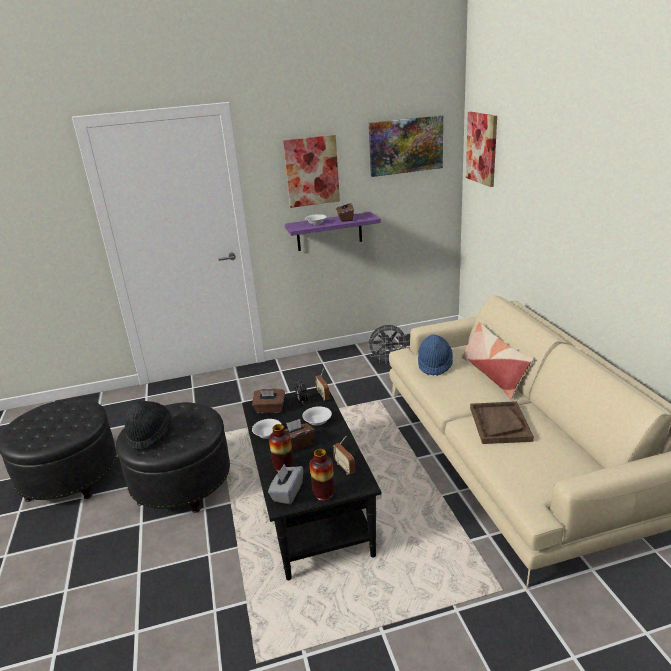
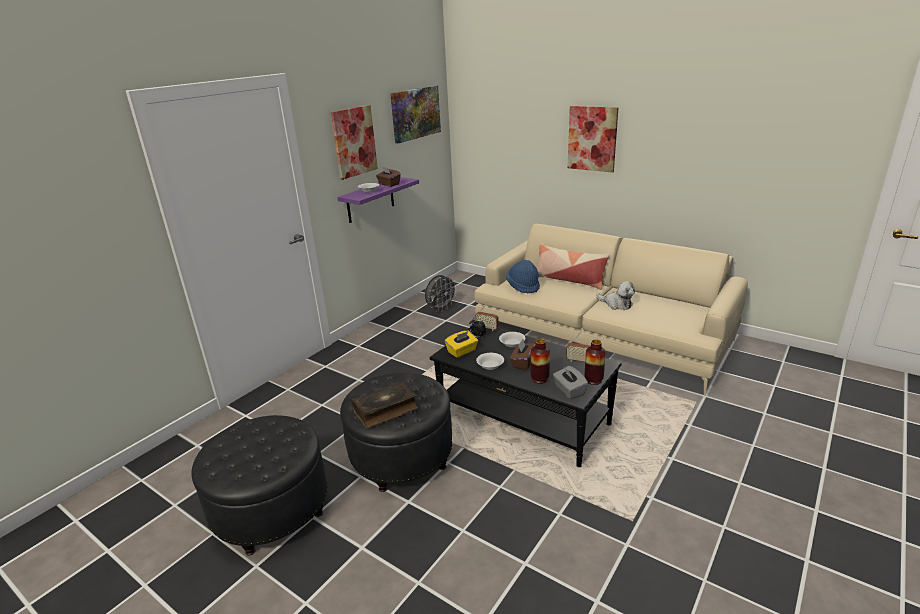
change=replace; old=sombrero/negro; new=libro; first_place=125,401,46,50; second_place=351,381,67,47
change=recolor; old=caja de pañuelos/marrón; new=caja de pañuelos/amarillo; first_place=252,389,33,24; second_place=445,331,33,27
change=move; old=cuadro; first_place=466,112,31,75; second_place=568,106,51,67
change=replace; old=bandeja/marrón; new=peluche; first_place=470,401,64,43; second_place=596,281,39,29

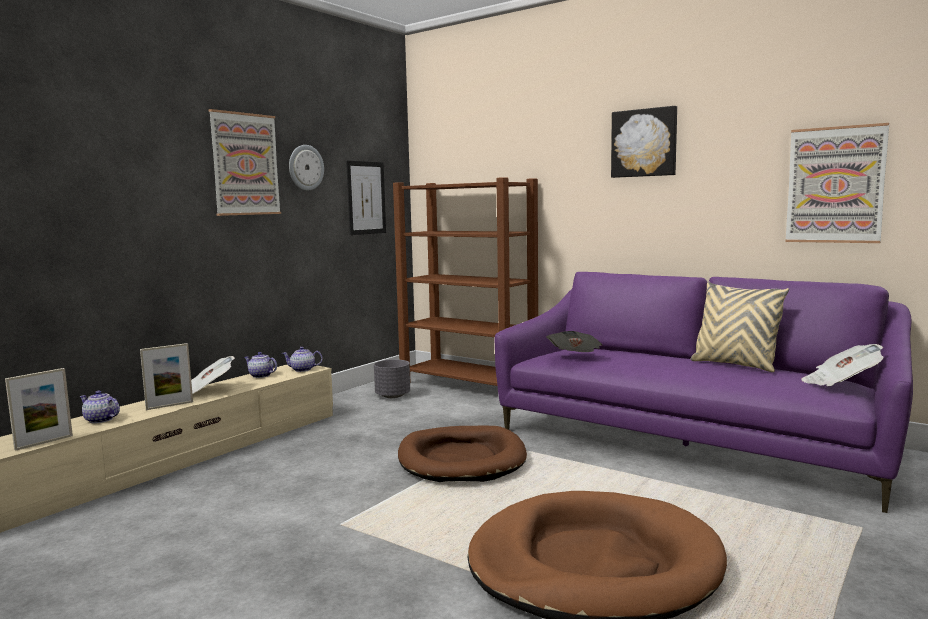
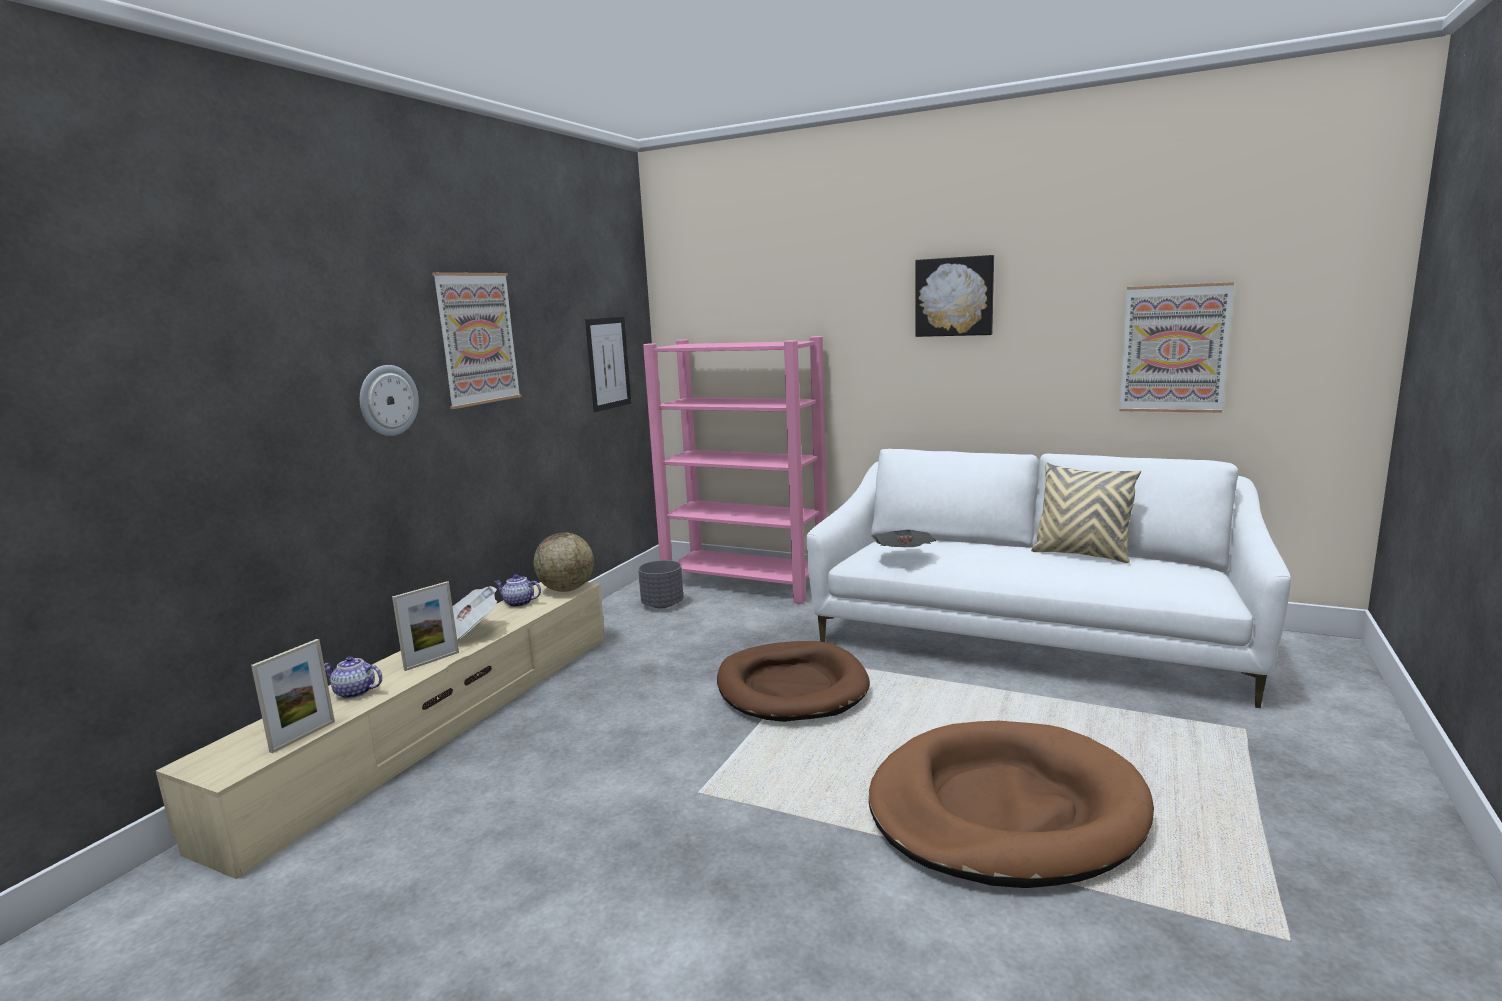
change=move; old=reloj de pared; first_place=289,145,35,46; second_place=360,365,59,71
change=replace; old=tetera; new=globo terráqueo; first_place=282,347,41,25; second_place=534,532,60,60
change=recolor; old=estantería/marrón; new=estantería/rosa; first_place=393,177,145,209; second_place=643,336,184,268
change=recolor; old=sofá/morado; new=sofá/blanco; first_place=495,272,418,241; second_place=807,449,484,259
change=delete; old=periódico; first_place=801,344,82,42

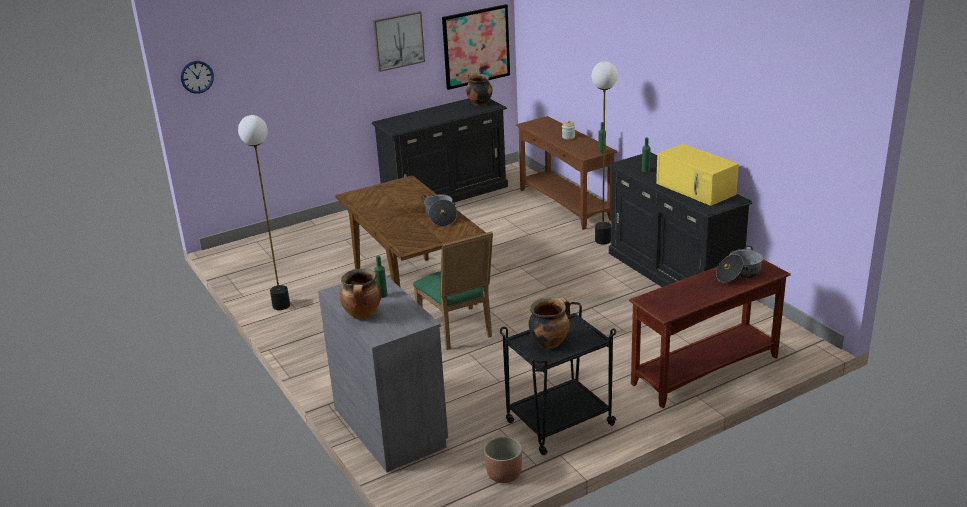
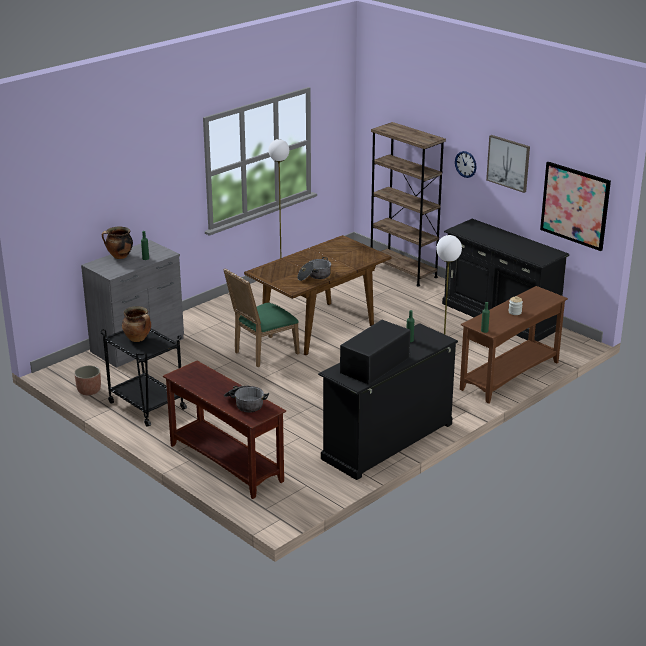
change=recolor; old=microondas/amarillo; new=microondas/negro; first_place=656,144,83,62; second_place=340,320,71,65
change=insert; new=estantería/marrón; second_place=371,122,75,165
change=move; old=reloj de pared; first_place=181,61,33,33; second_place=455,151,22,27
change=delete; old=olla; first_place=466,73,27,33

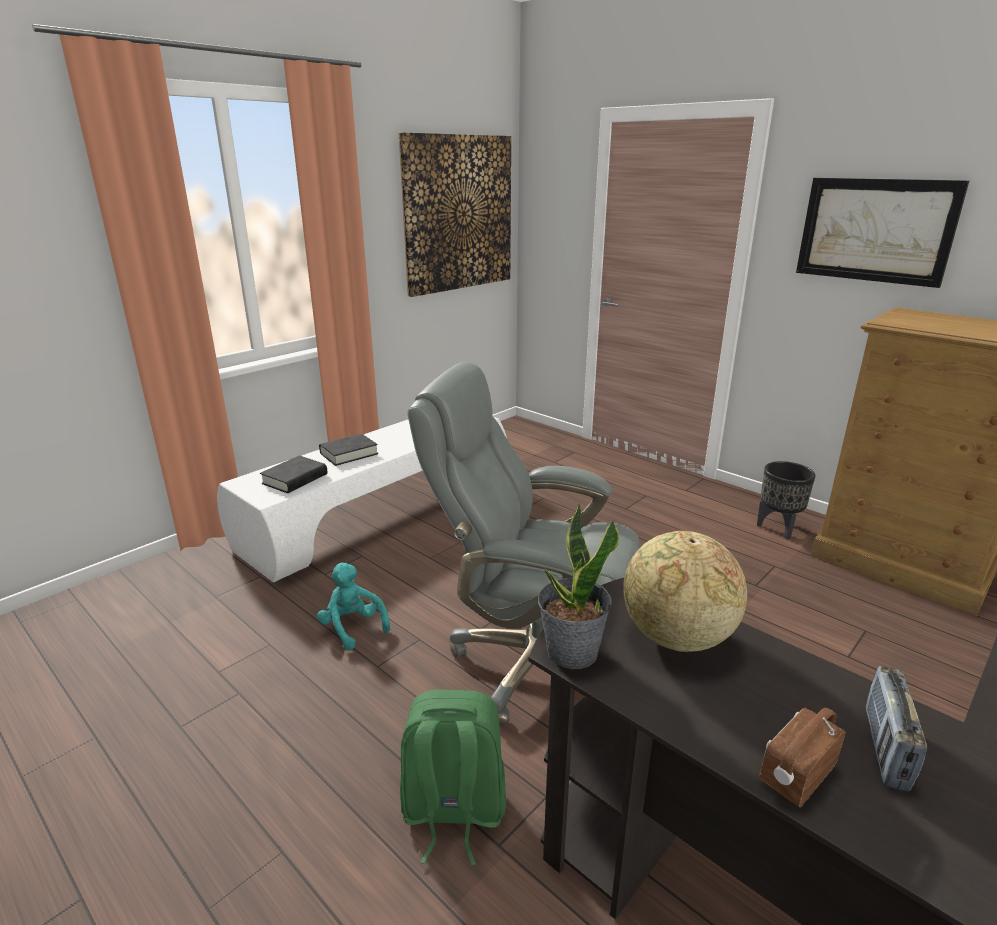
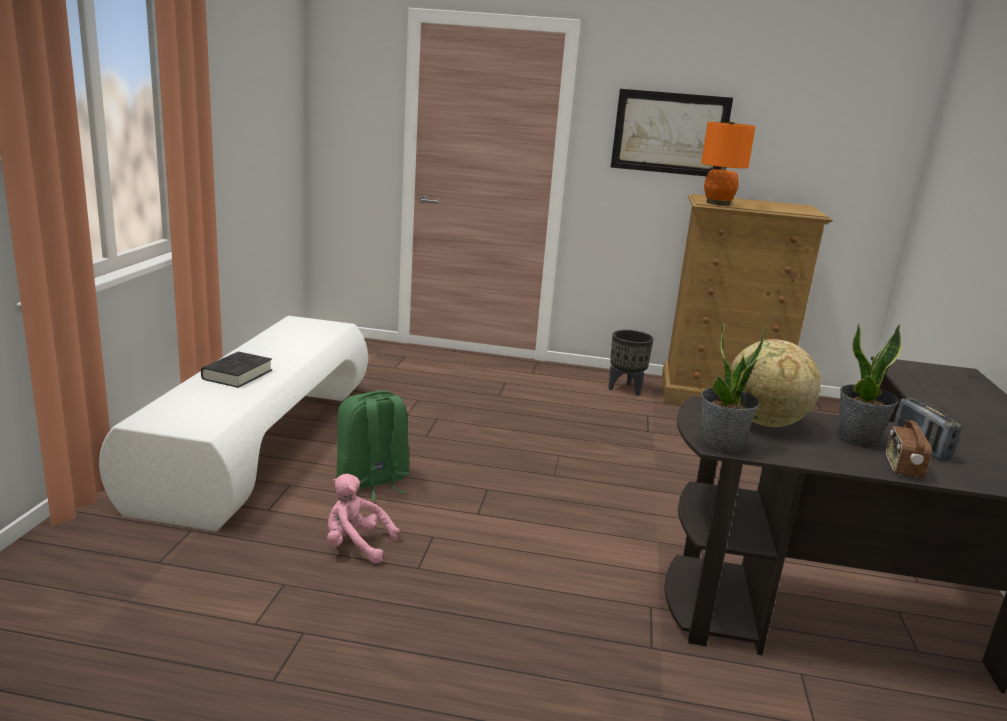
change=recolor; old=peluche/turquesa; new=peluche/rosa; first_place=317,563,73,87; second_place=327,474,73,89
change=move; old=mochila/verde; first_place=400,690,106,175; second_place=336,391,74,110
change=insert; new=lámpara de mesa/naranja; second_place=701,120,55,86
change=insert; new=planta en maceta; second_place=837,324,65,124
change=delete; old=libro/negro; first_place=260,455,67,38
change=delete; old=cuadro; first_place=399,132,112,165
change=delete; old=silla de oficina/gris; first_place=408,362,231,364

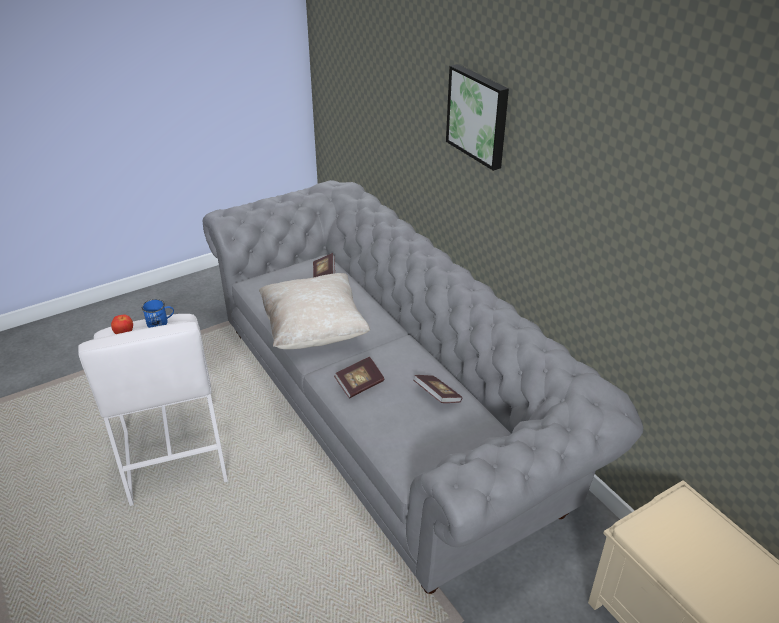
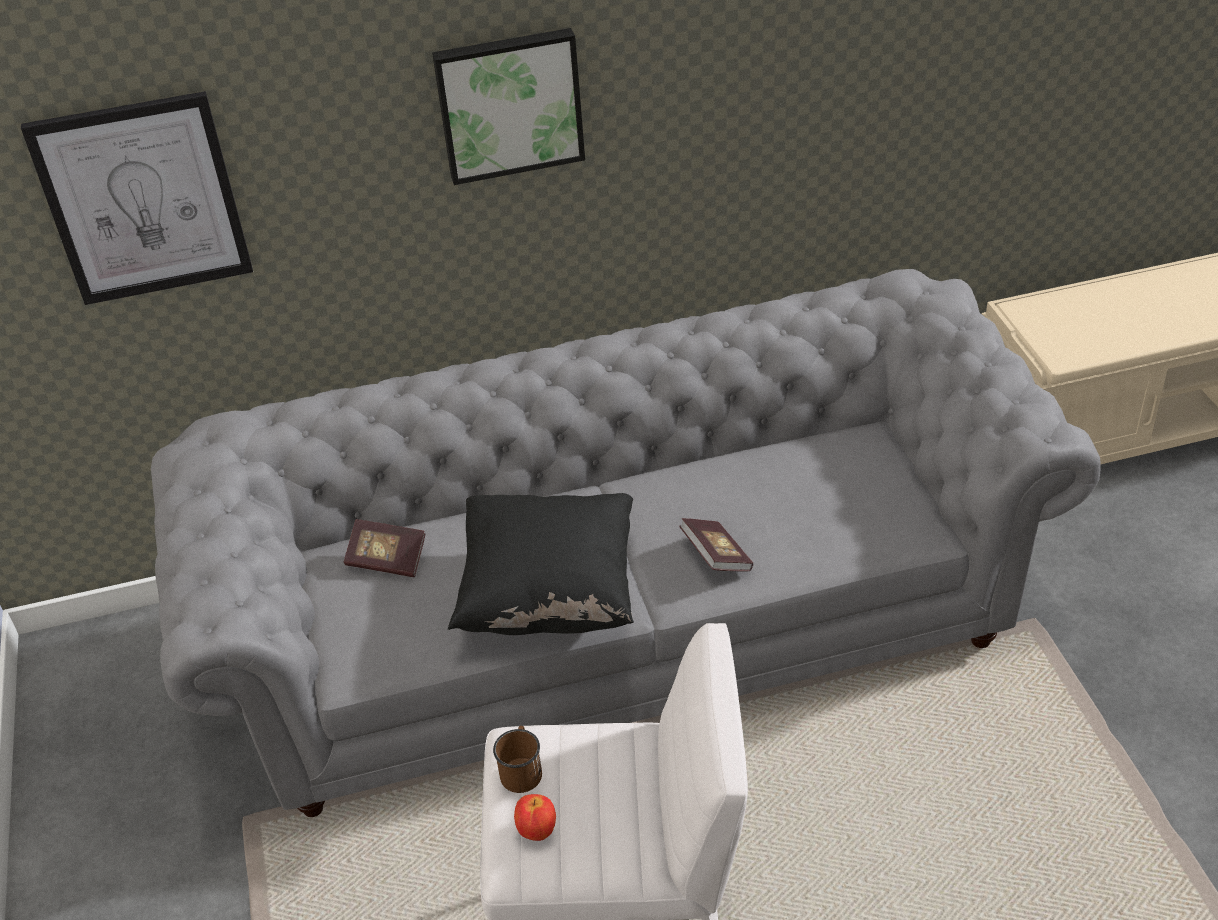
change=insert; new=cuadro; second_place=21,91,232,214
change=recolor; old=cojín/beis; new=cojín/negro; first_place=259,273,111,76; second_place=448,493,186,142
change=recolor; old=taza grande/azul; new=taza grande/marrón; first_place=142,299,32,29; second_place=493,726,49,67
change=delete; old=libro; first_place=413,375,49,28

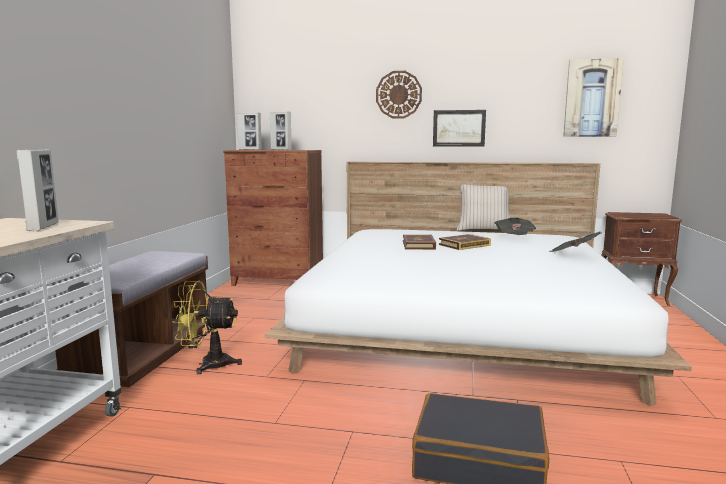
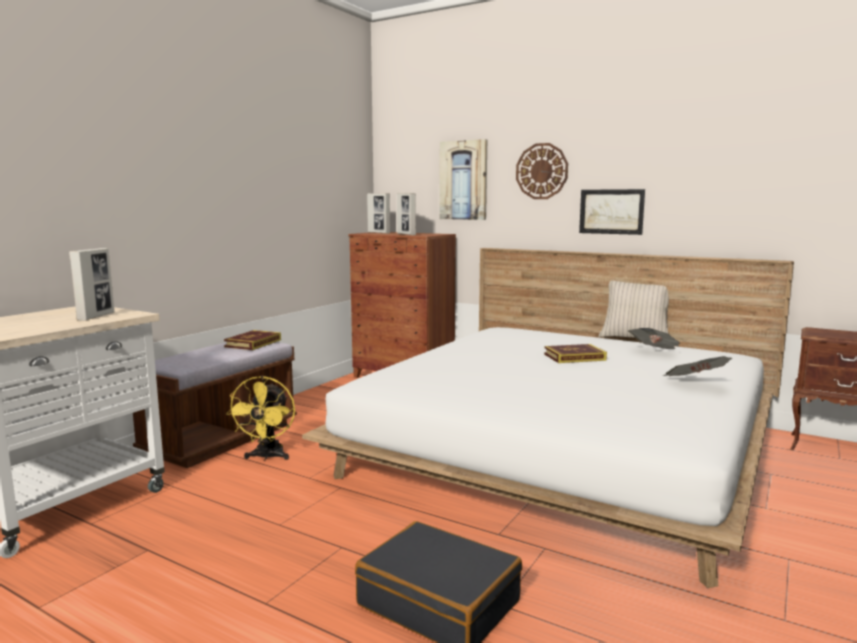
change=move; old=libro; first_place=403,234,33,16; second_place=224,330,57,20
change=rotate; old=ventilador/amarillo; first_place=173,281,69,93; second_place=226,376,69,84; degrees=-105
change=move; old=cuadro; first_place=563,58,61,79; second_place=439,139,48,81

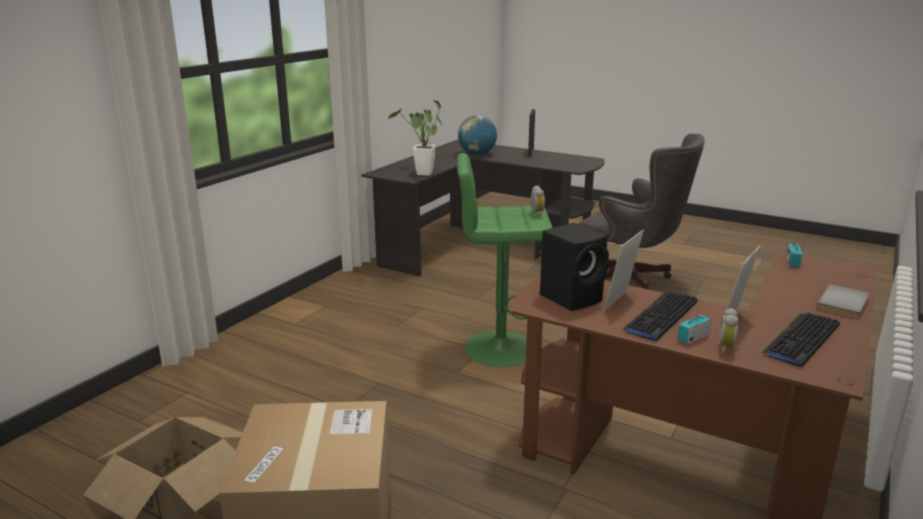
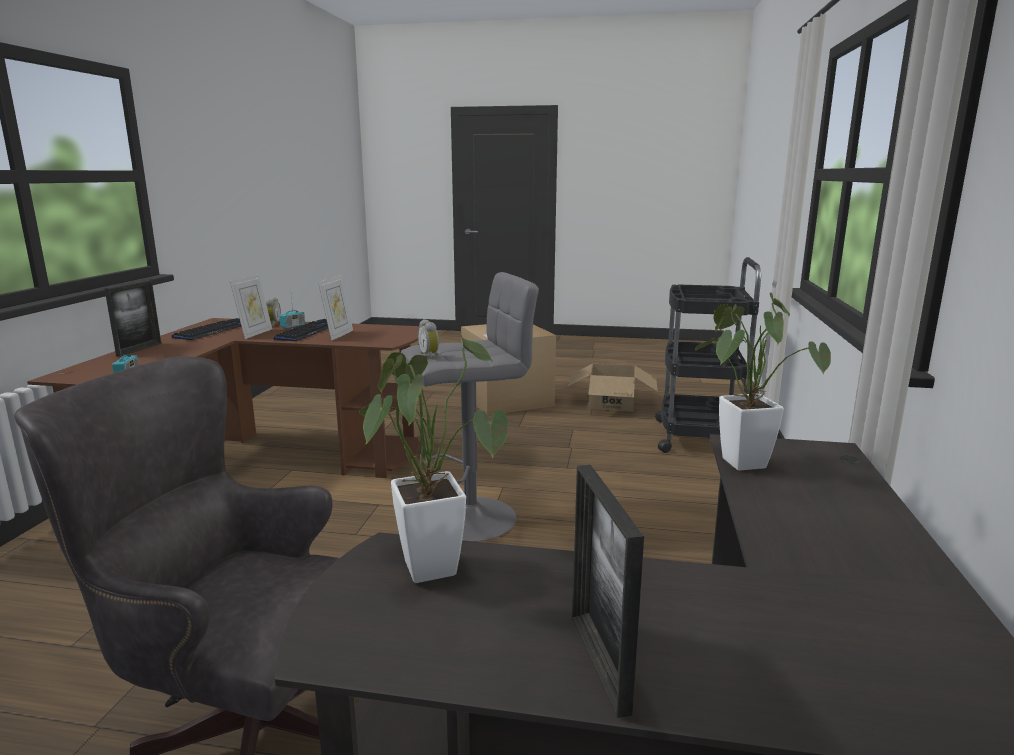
change=replace; old=libro/gris; new=portarretratos; first_place=817,284,53,35; second_place=104,280,57,77
change=insert; new=planta en maceta; second_place=359,334,150,249
change=recolor; old=taburete/verde; new=taburete/gris; first_place=457,153,96,214; second_place=401,272,138,270
change=insert; new=carrito/negro; second_place=655,257,106,196
change=delete; old=globo terráqueo; first_place=458,115,39,40
change=delete; old=altavoz/negro; first_place=540,223,69,88

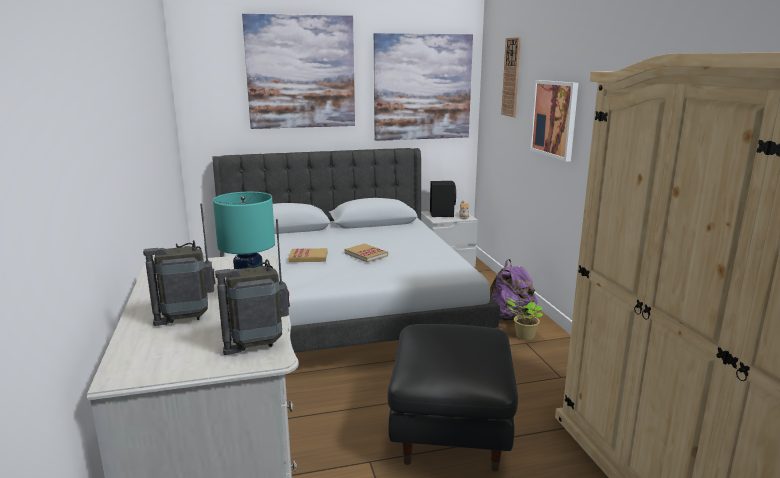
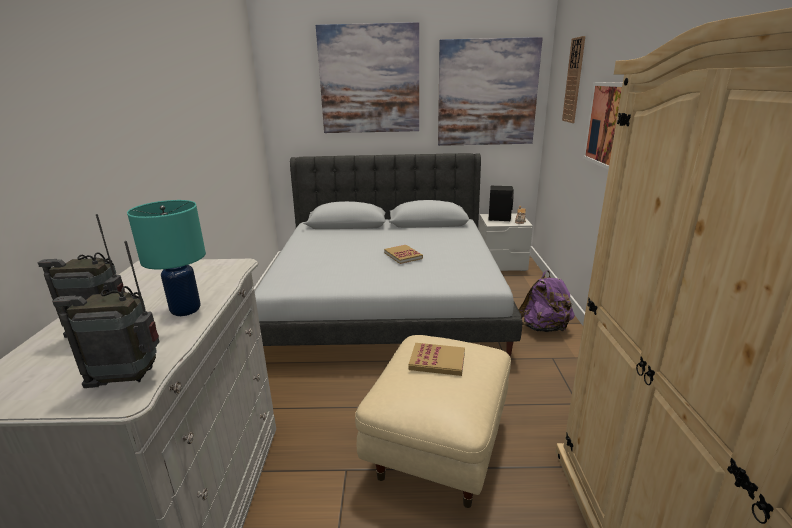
change=recolor; old=puf/negro; new=puf/beis; first_place=388,324,130,148; second_place=355,335,156,173
change=move; old=libro; first_place=288,248,39,14; second_place=408,343,57,33
change=delete; old=planta en maceta; first_place=506,297,37,43

